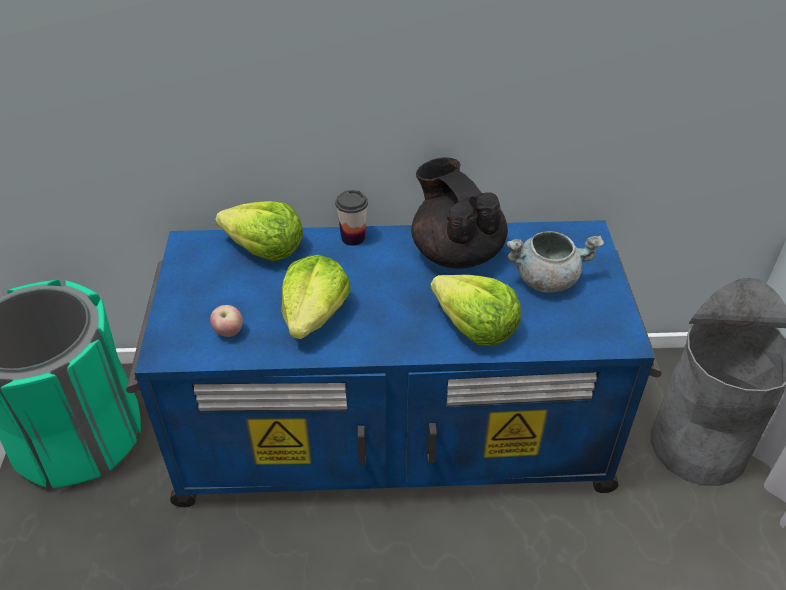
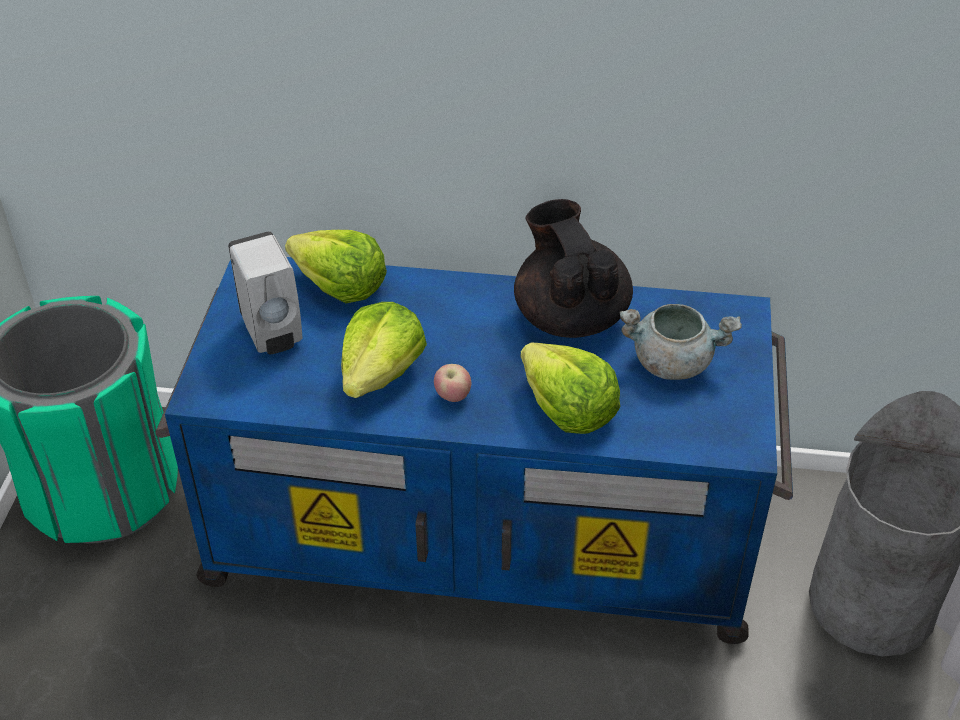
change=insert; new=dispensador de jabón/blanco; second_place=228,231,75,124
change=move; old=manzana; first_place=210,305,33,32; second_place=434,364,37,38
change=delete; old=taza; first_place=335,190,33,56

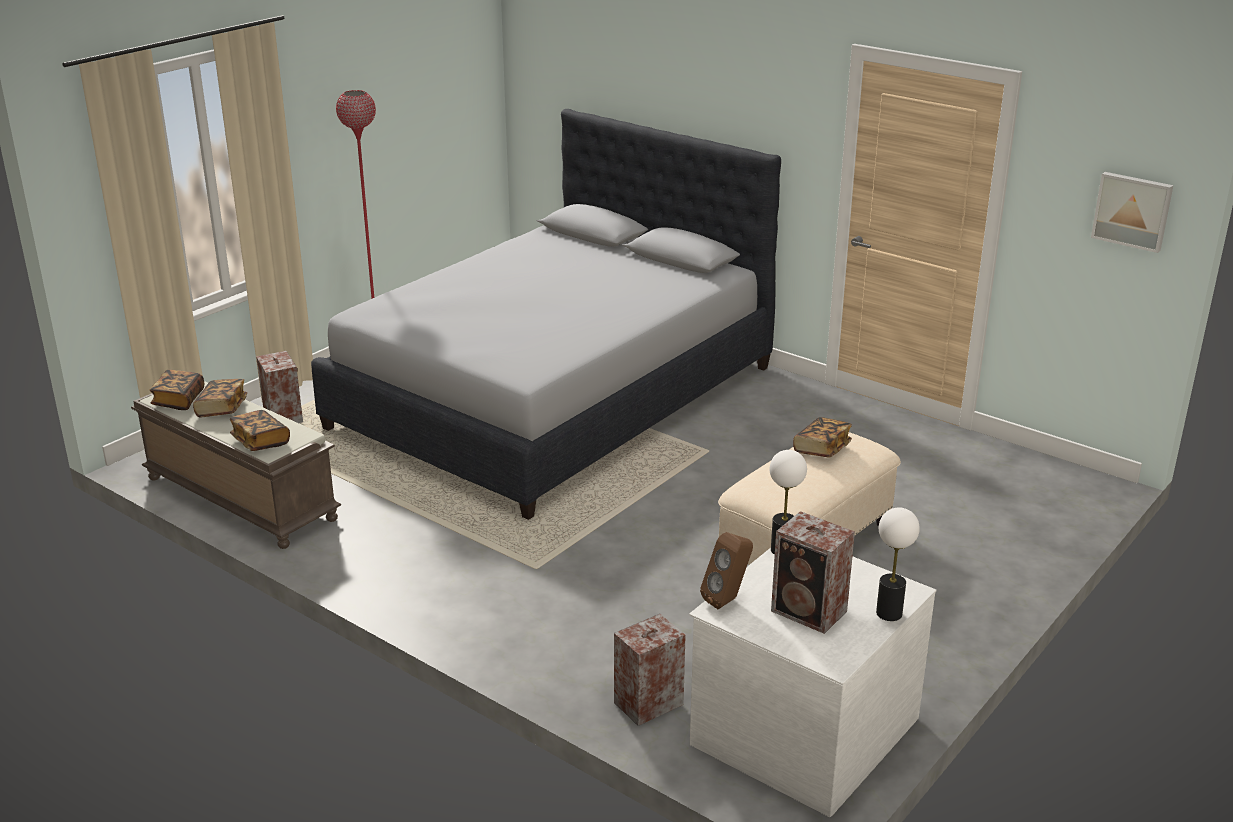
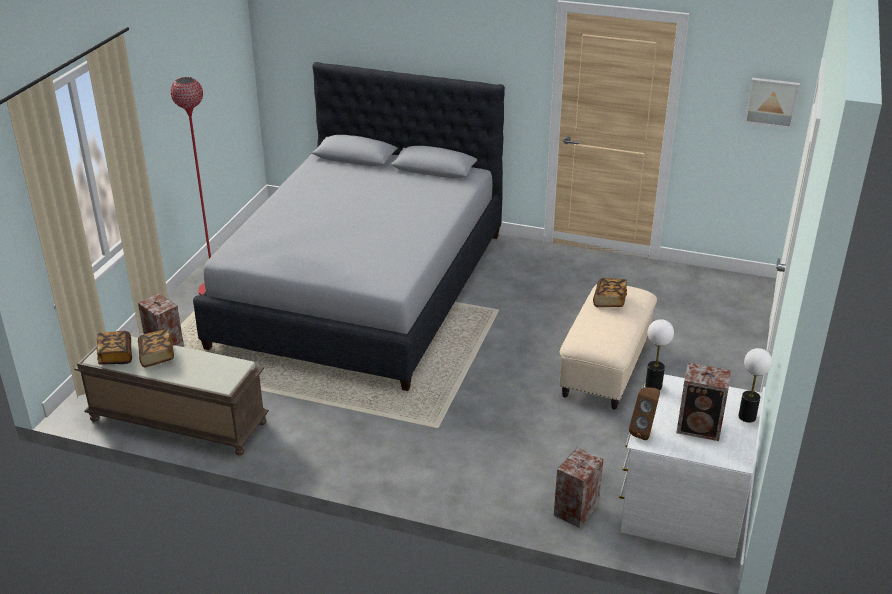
change=delete; old=libro; first_place=230,410,60,41

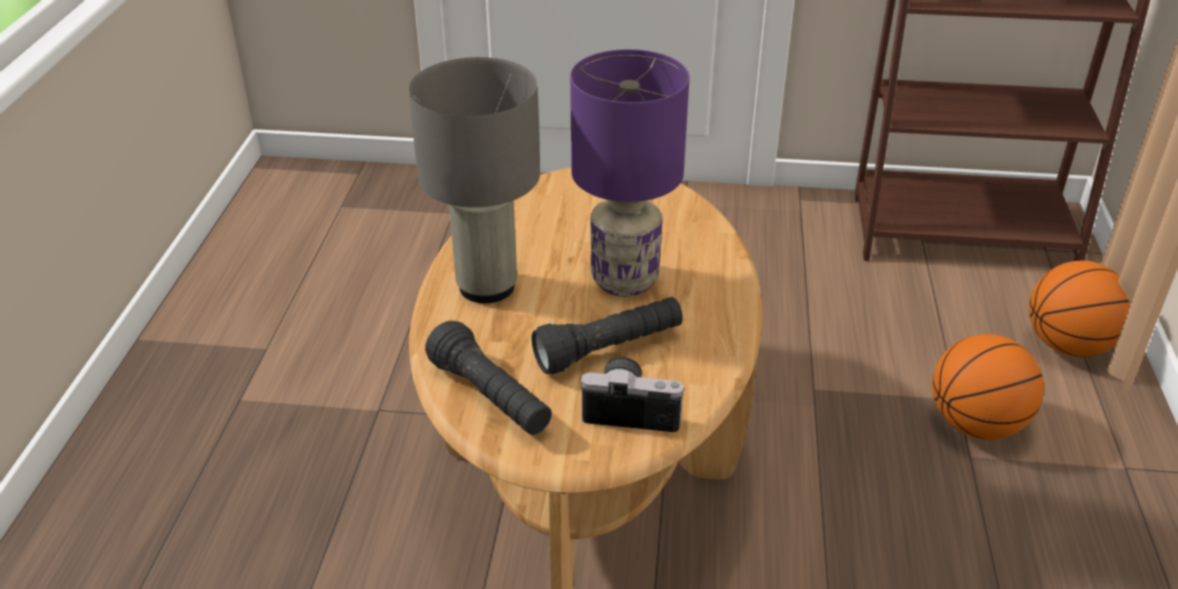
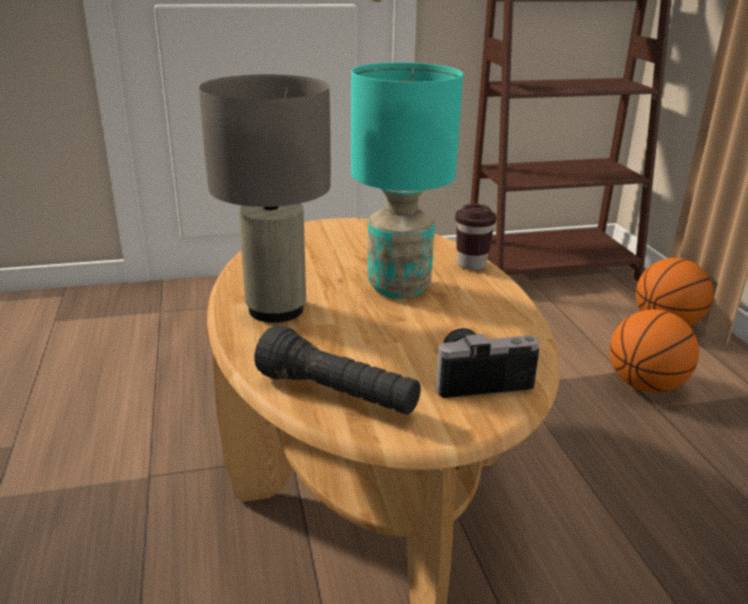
change=recolor; old=lámpara de mesa/morado; new=lámpara de mesa/turquesa; first_place=570,49,120,248; second_place=351,63,112,236
change=insert; new=taza/marrón; second_place=455,204,42,66
change=delete; old=linterna/negro; first_place=531,297,152,77

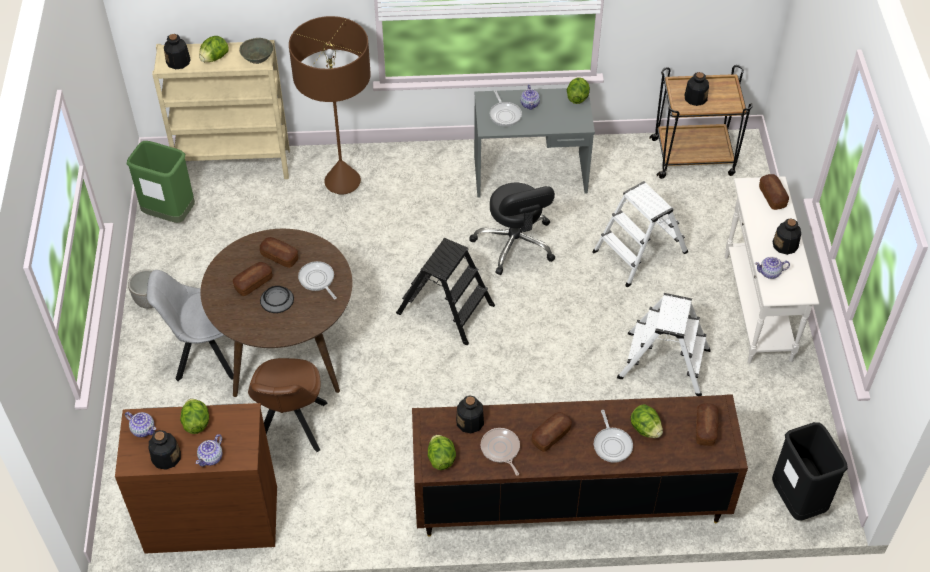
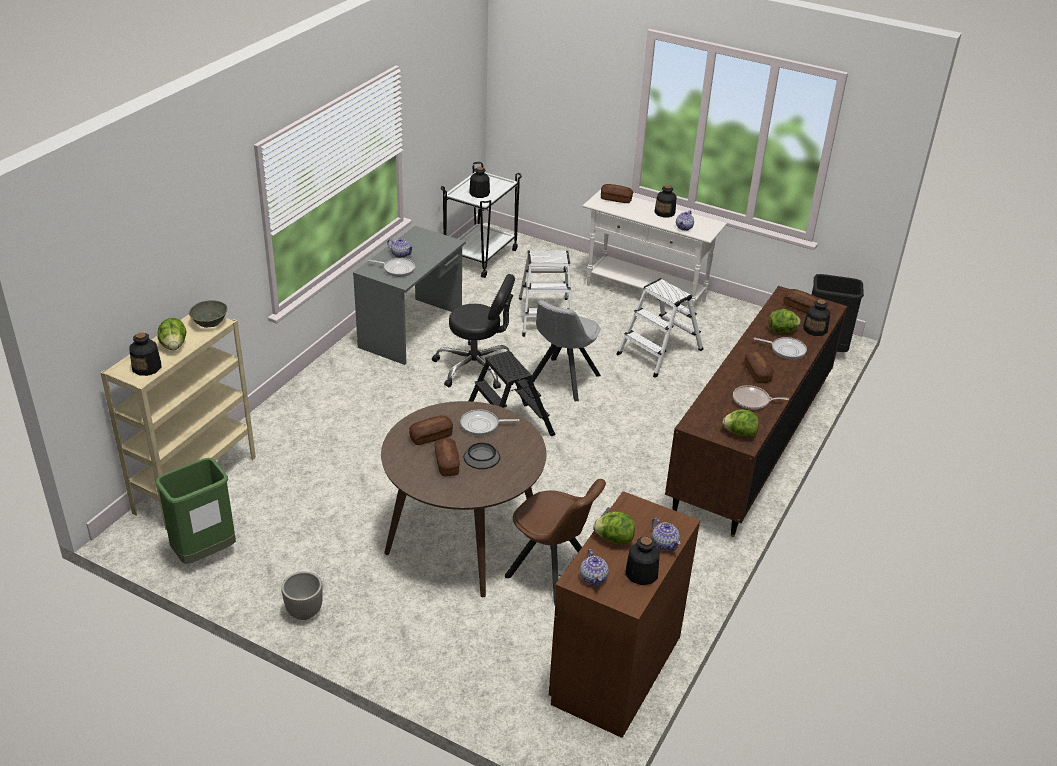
change=recolor; old=carrito/marrón; new=carrito/blanco; first_place=649,65,104,114; second_place=441,162,81,116
change=move; old=silla/gris; first_place=147,270,86,111; second_place=531,300,70,101
change=rotate; old=tetera; first_place=125,412,31,25; second_place=580,549,29,38; degrees=105
change=move; old=botella; first_place=456,395,28,38; second_place=803,300,27,36
change=delete; old=lámpara de pie/marrón; first_place=289,16,82,179
change=delete; old=lechuga; first_place=567,77,23,27

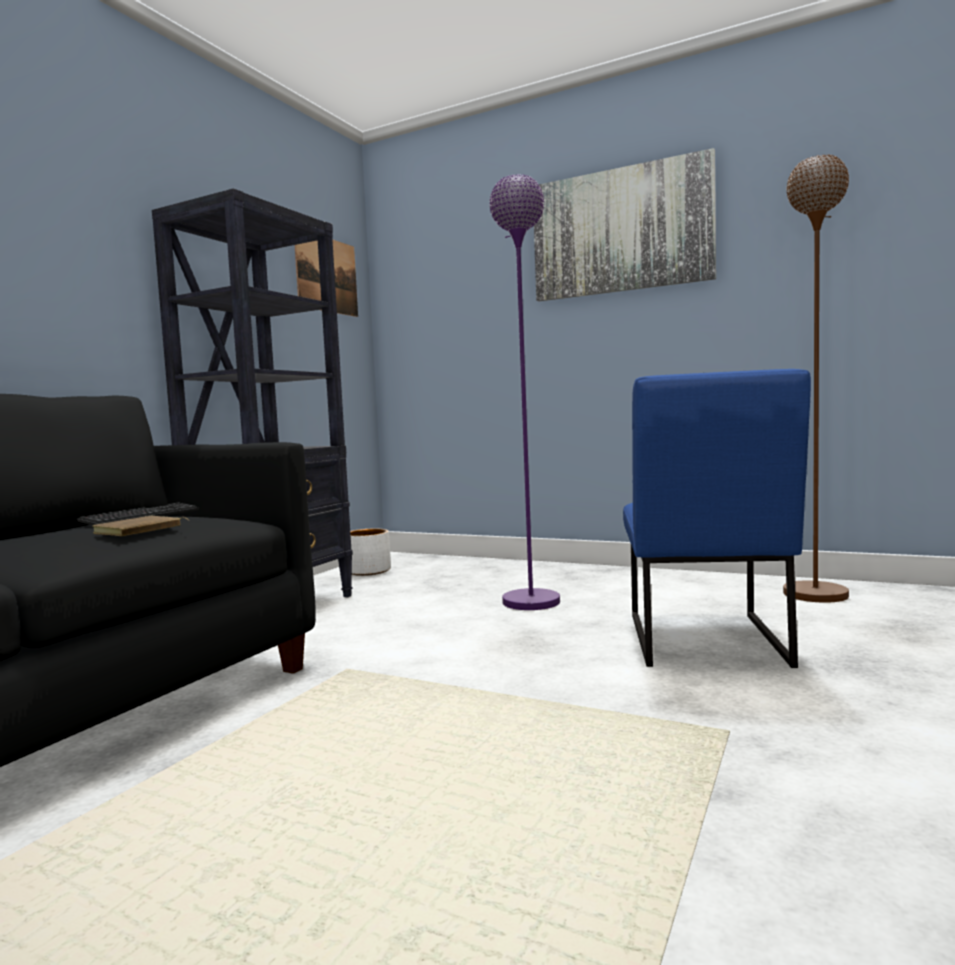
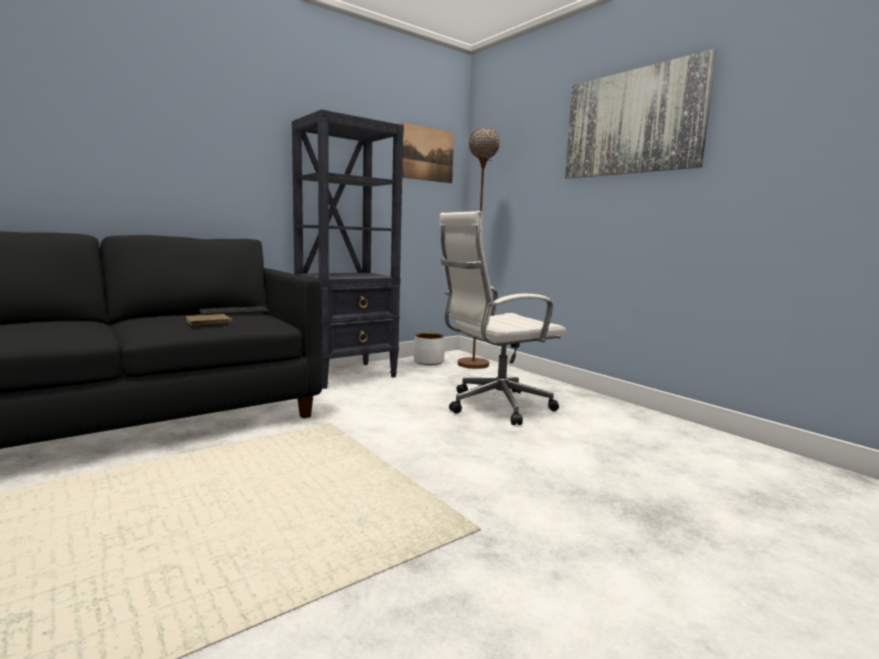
change=replace; old=lámpara de pie/morado; new=silla de oficina/blanco; first_place=490,174,70,436; second_place=439,211,127,214
change=move; old=lámpara de pie/marrón; first_place=783,155,66,448; second_place=458,128,42,241
change=delete; old=silla/azul; first_place=623,369,188,299

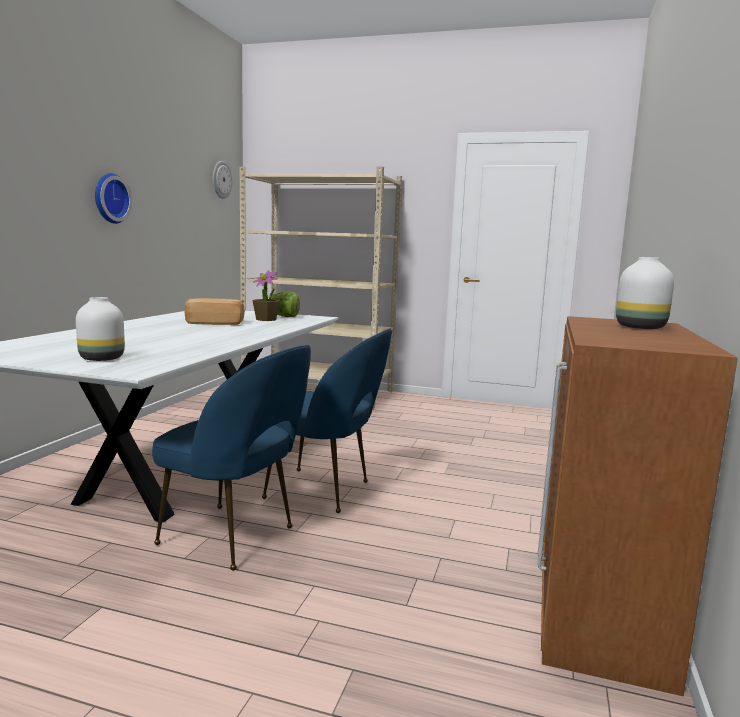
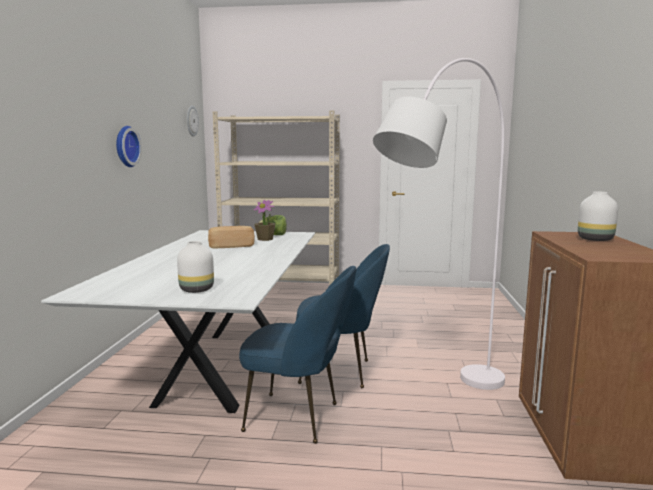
change=insert; new=lámpara de pie/blanco; second_place=373,58,132,332

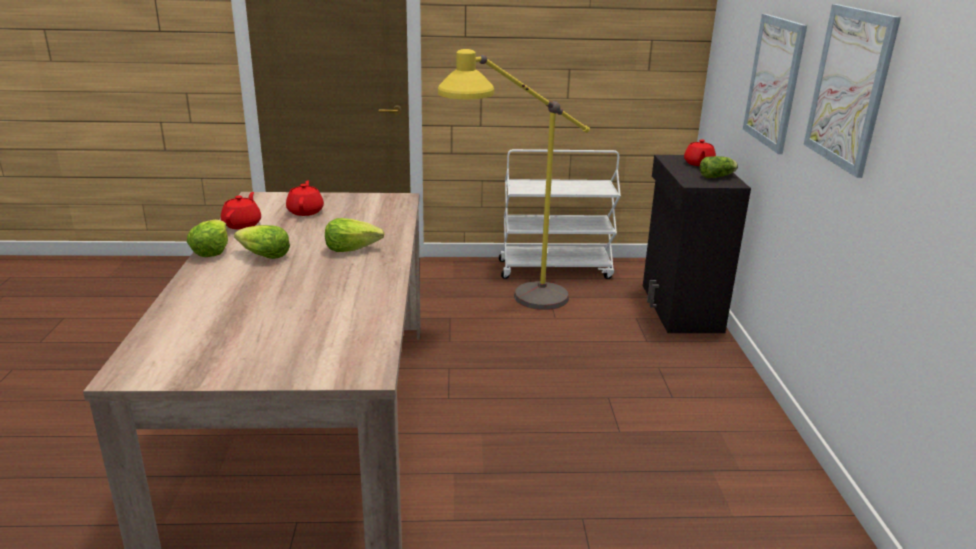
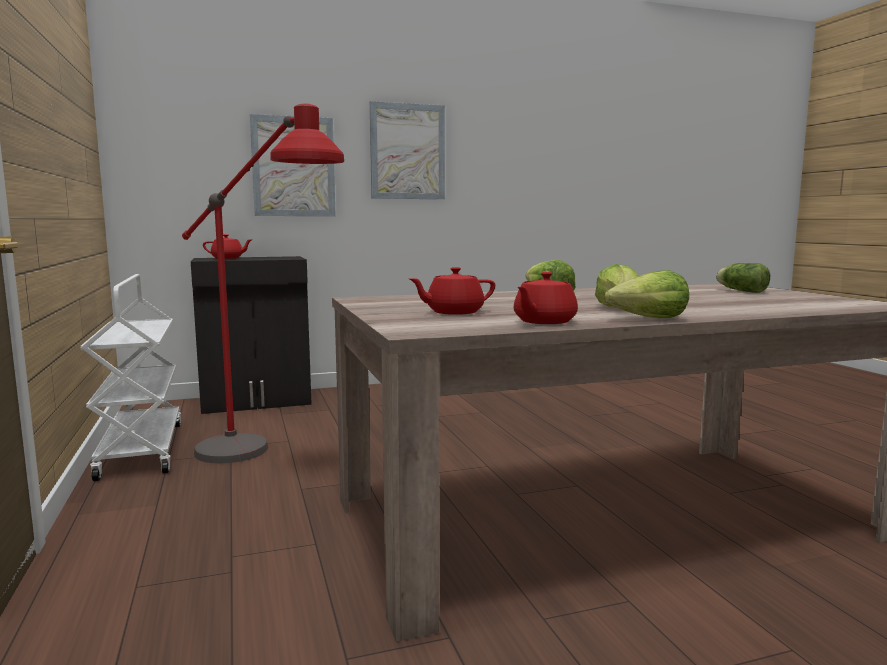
change=recolor; old=lámpara de pie/amarillo; new=lámpara de pie/rojo; first_place=438,49,152,261; second_place=182,104,162,359
change=rotate; old=tetera/rojo; first_place=221,192,40,37; second_place=514,272,64,52; degrees=-45
change=move; old=lechuga; first_place=700,156,38,22; second_place=716,263,54,30

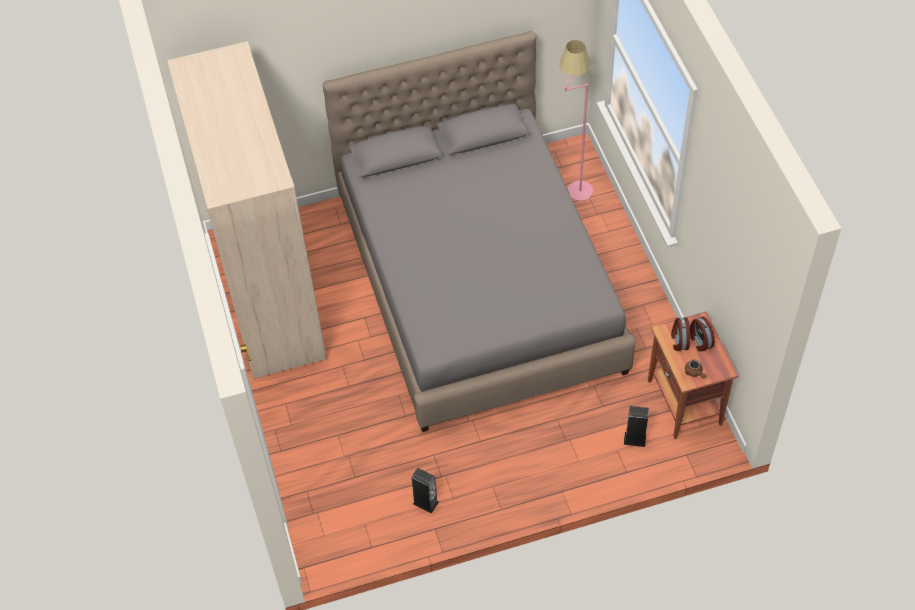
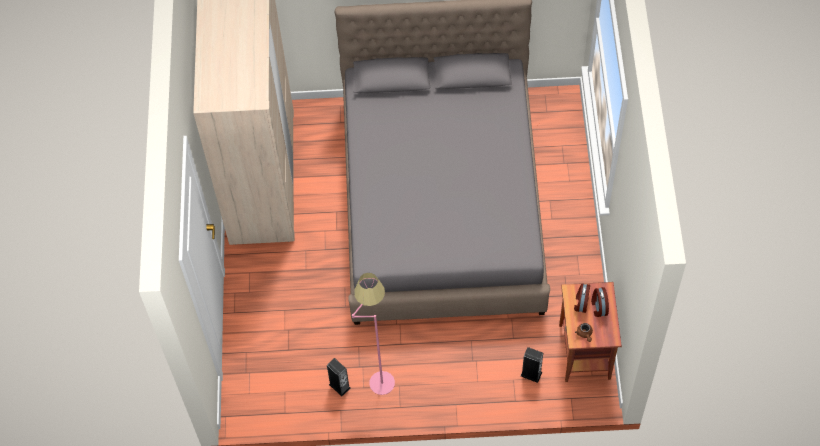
change=move; old=lámpara de pie/rosa; first_place=559,40,34,161; second_place=352,273,43,122

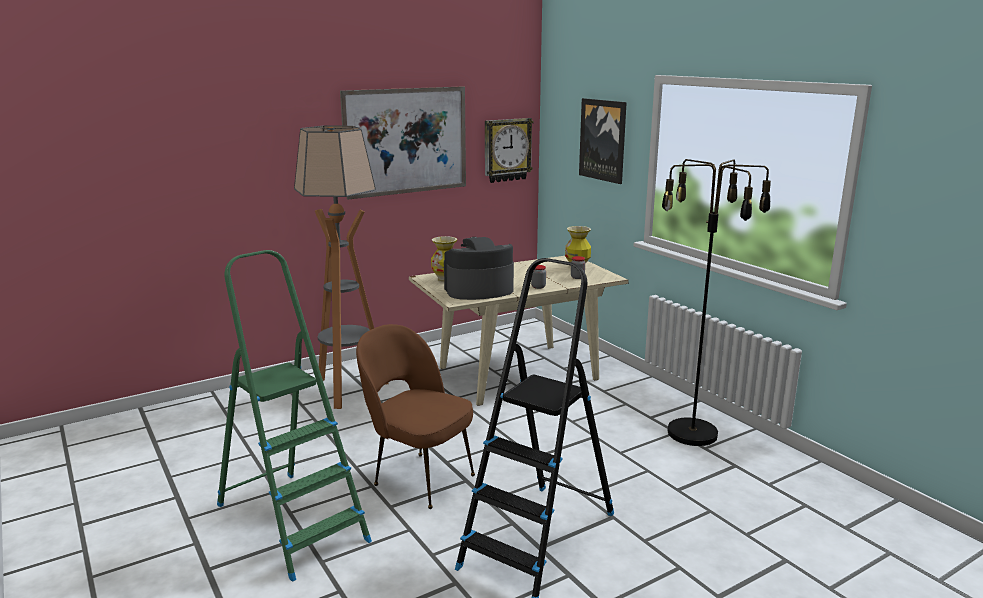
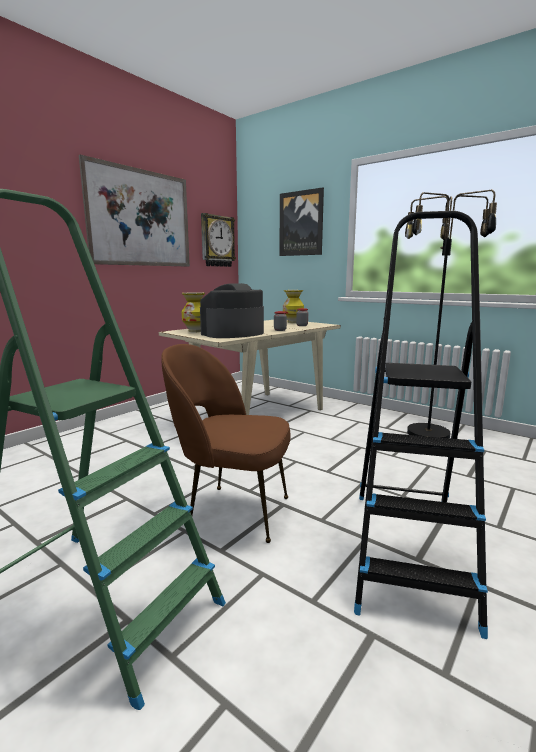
change=delete; old=lámpara de pie; first_place=294,125,95,284

